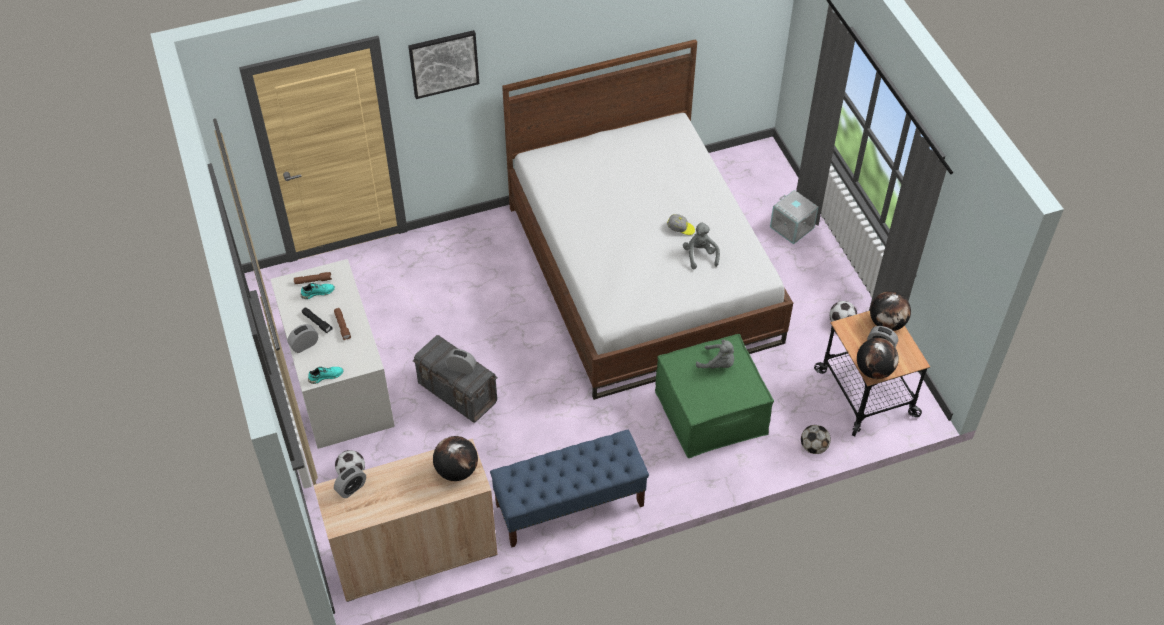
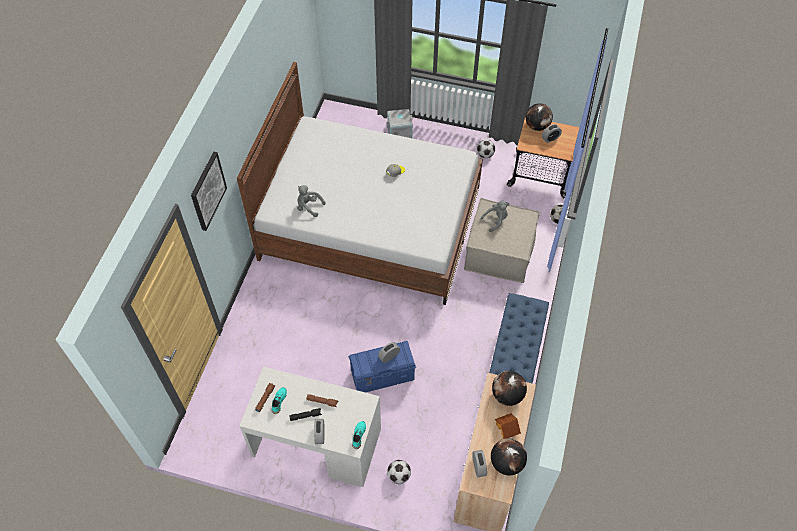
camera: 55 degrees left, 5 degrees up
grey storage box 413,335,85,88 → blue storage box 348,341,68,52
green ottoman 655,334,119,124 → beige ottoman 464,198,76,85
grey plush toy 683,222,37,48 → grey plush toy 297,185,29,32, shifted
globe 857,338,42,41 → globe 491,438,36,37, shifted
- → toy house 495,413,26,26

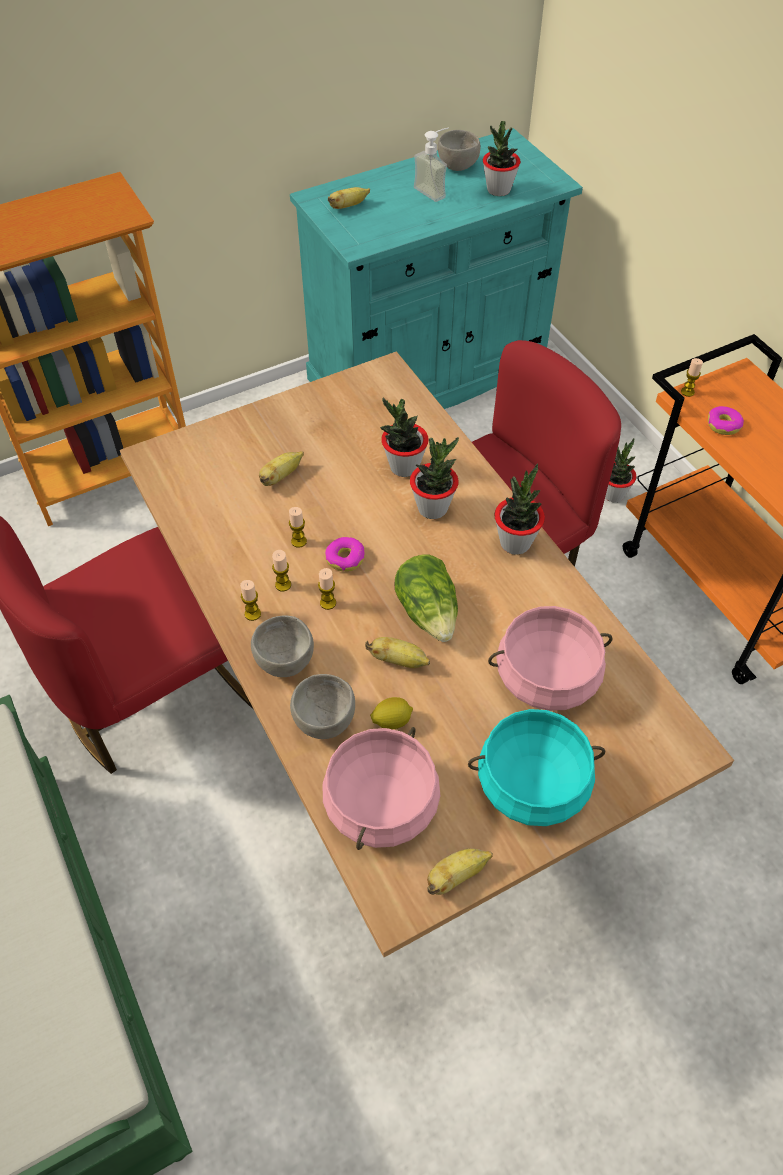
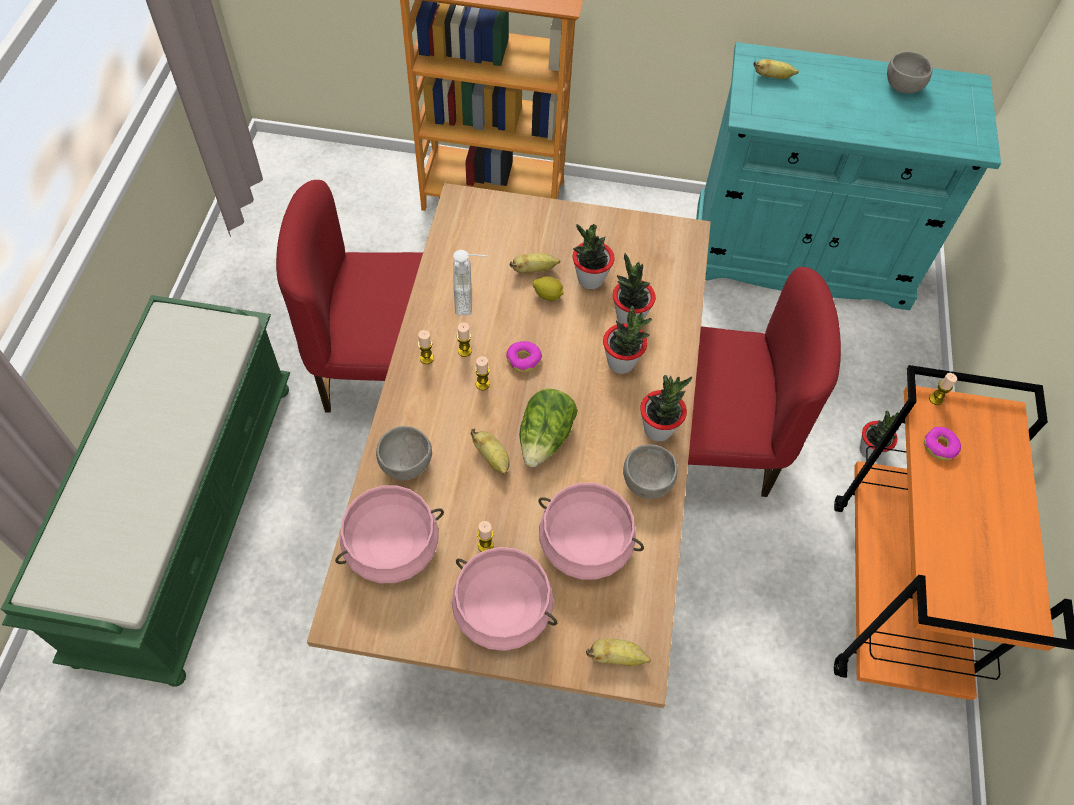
camera: 35 degrees right, 5 degrees up
grey bowl 251,616,63,61 → grey bowl 623,444,55,55, shifted
candle 289,507,18,41 → candle 477,521,16,31, shifted
lemon 370,697,43,32 → lemon 533,276,31,25, shifted
soap dispenser 414,128,35,74 → soap dispenser 453,250,34,65, shifted
banana 427,848,66,47 → banana 586,638,65,28, shifted
turquoise cooking pot 468,709,137,117 → pink cooking pot 452,547,105,104
potted plant 483,121,38,75 → potted plant 573,224,41,65, shifted

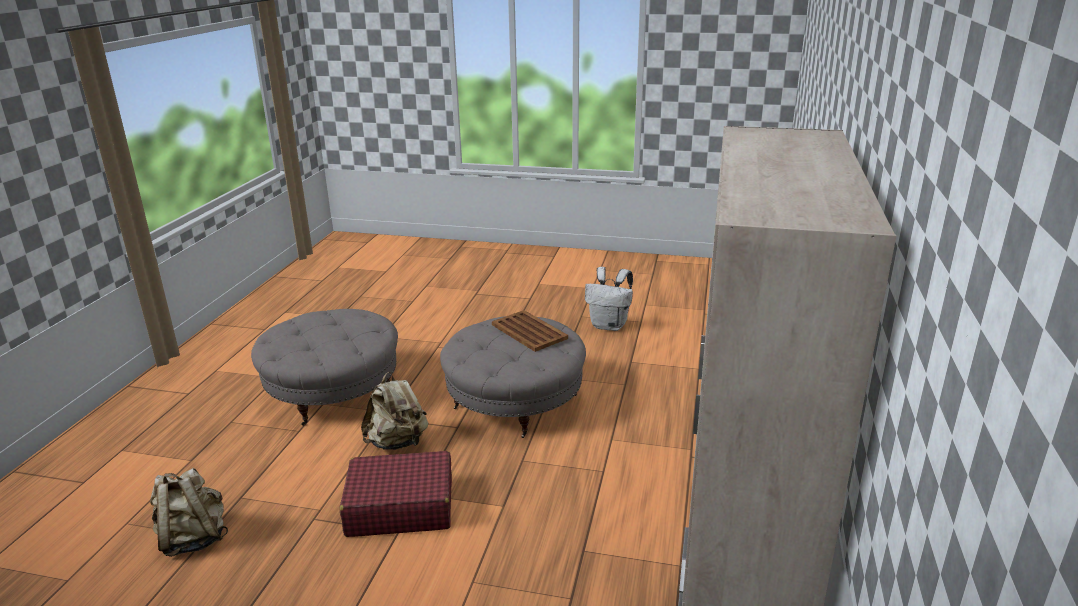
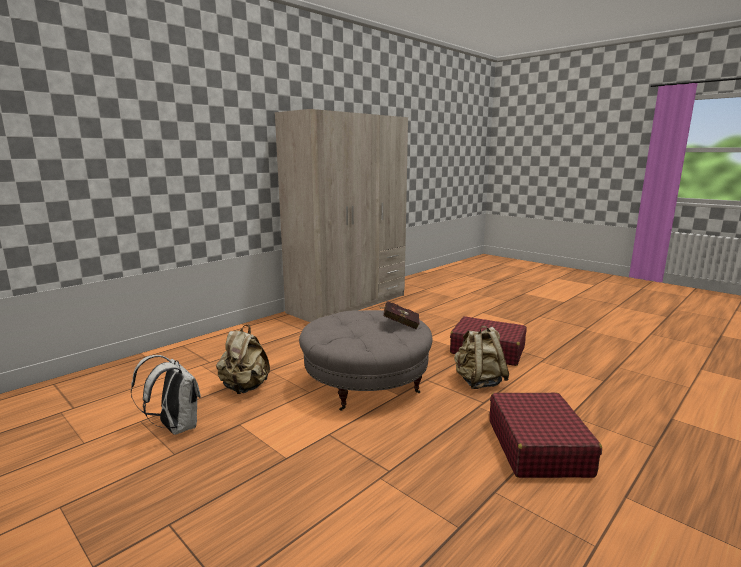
camera: 150 degrees left, 10 degrees down
beige backpack 150,468,78,89 → beige backpack 216,325,54,69, shifted
grey ottoman 251,309,147,117 → red suitcase 489,392,113,86
brown tray 492,310,76,42 → -
- → red book 379,301,41,29

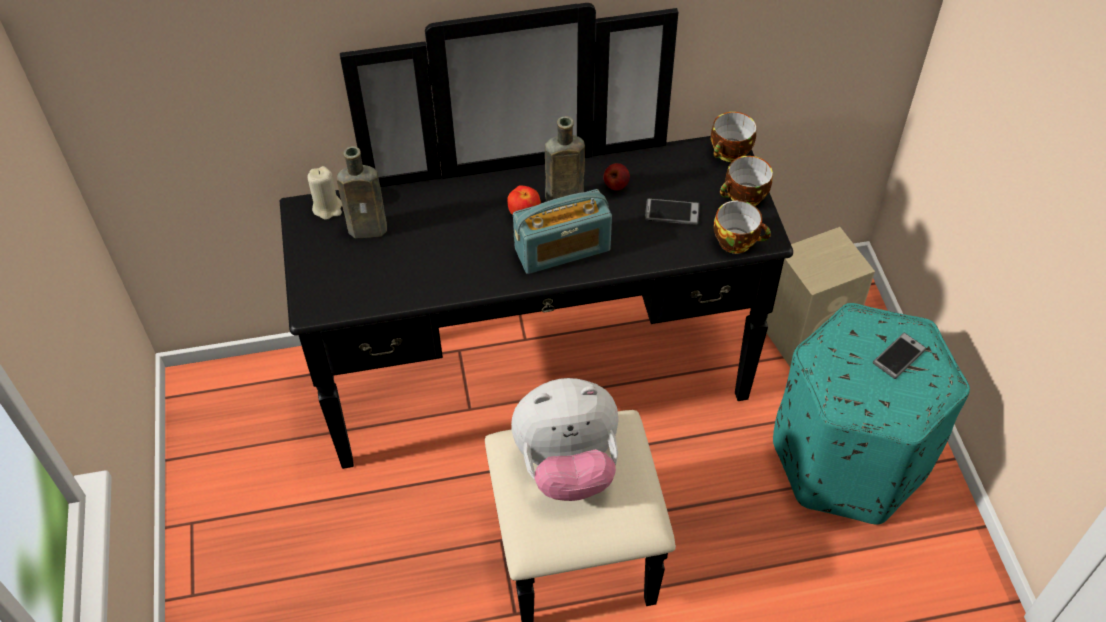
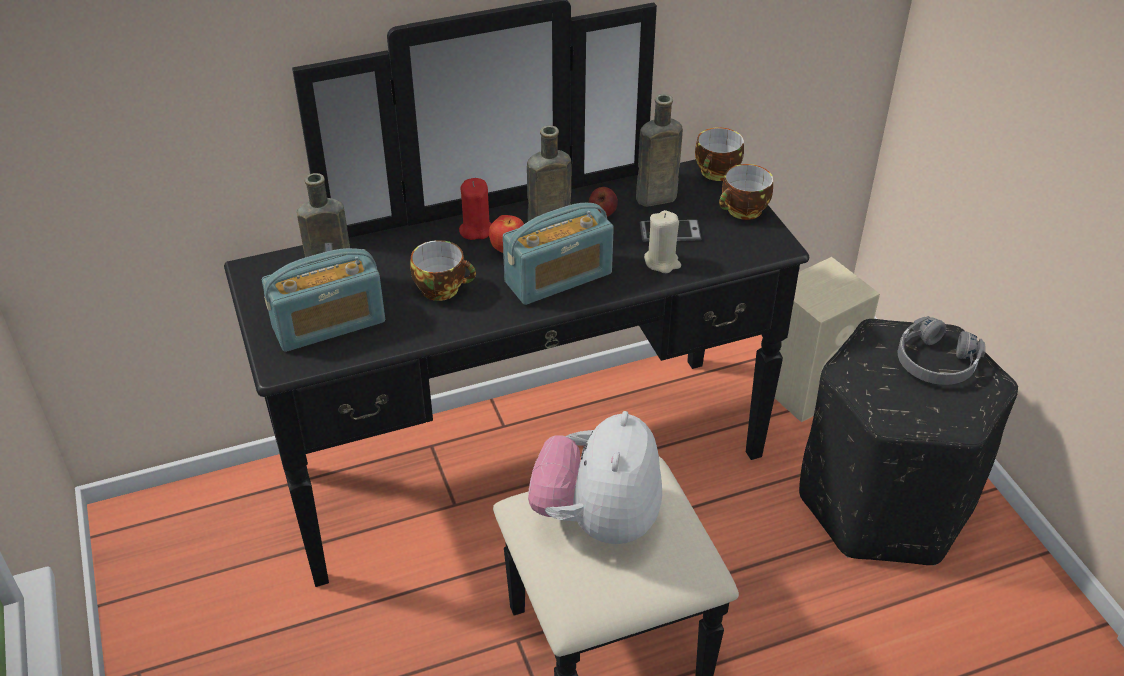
camera: 10 degrees left, 10 degrees down
beige candle 308,166,34,54 → beige candle 644,210,37,63, shifted
plush toy 511,378,108,123 → plush toy 528,411,134,133, 120 degrees clockwise
cup 714,200,57,54 → cup 410,240,66,61, shifted
turquoise ottoman 773,303,197,222 → black ottoman 799,319,219,247
phone 873,332,54,47 → grey headphones 898,316,88,69
- → radio 262,248,123,104
- → red candle 459,178,33,62
- → brown bottle 636,94,47,113

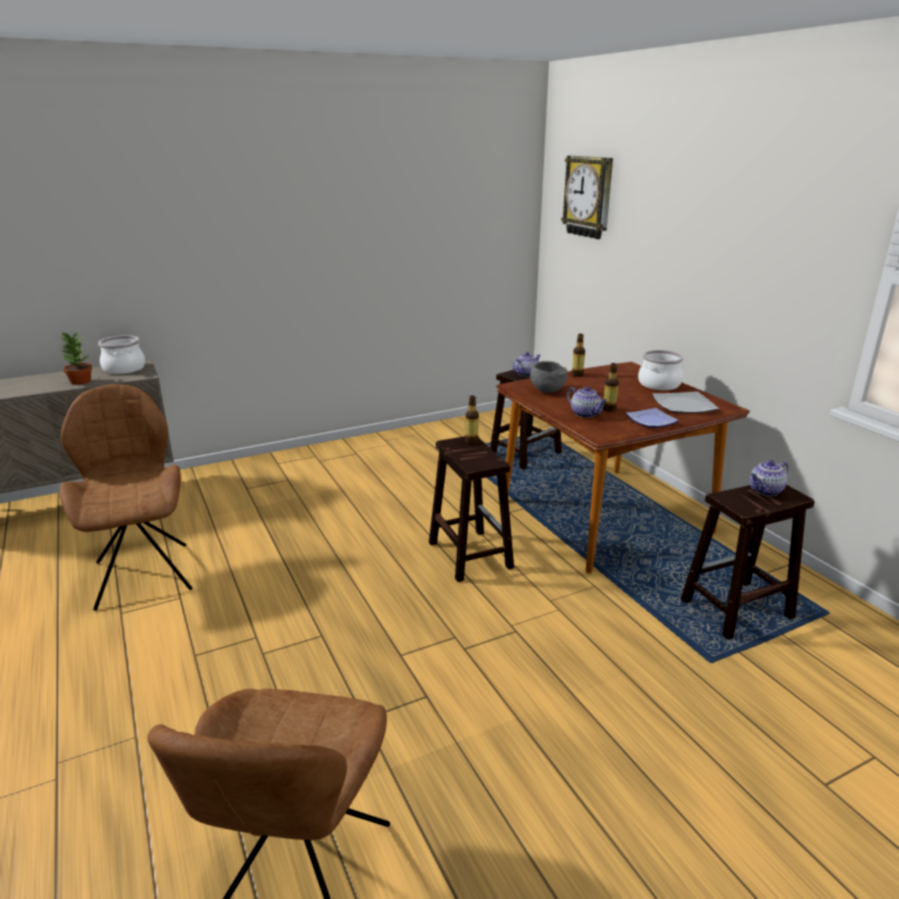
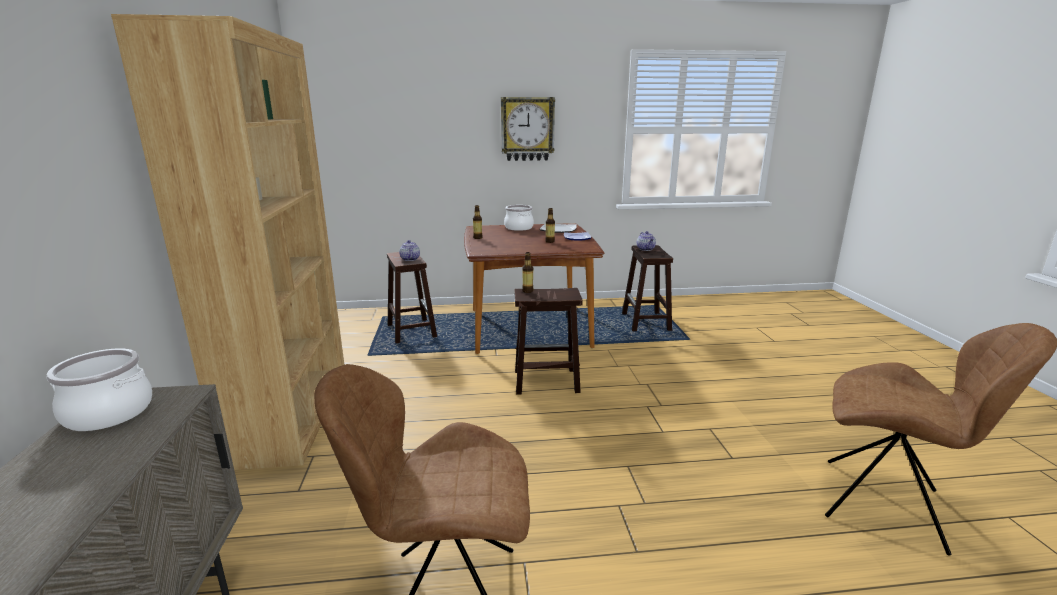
camera: 70 degrees left, 5 degrees down
potted plant 60,331,32,54 → -
grey bowl 530,361,37,32 → -
wall clock 561,156,52,83 → wall clock 501,97,54,64, shifted
teapot 567,387,41,31 → -
- → brown bookcase 111,14,233,456

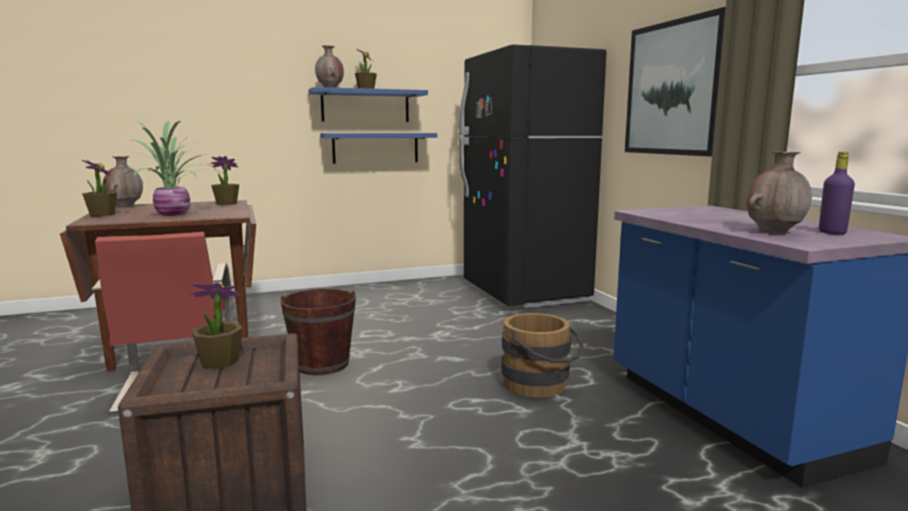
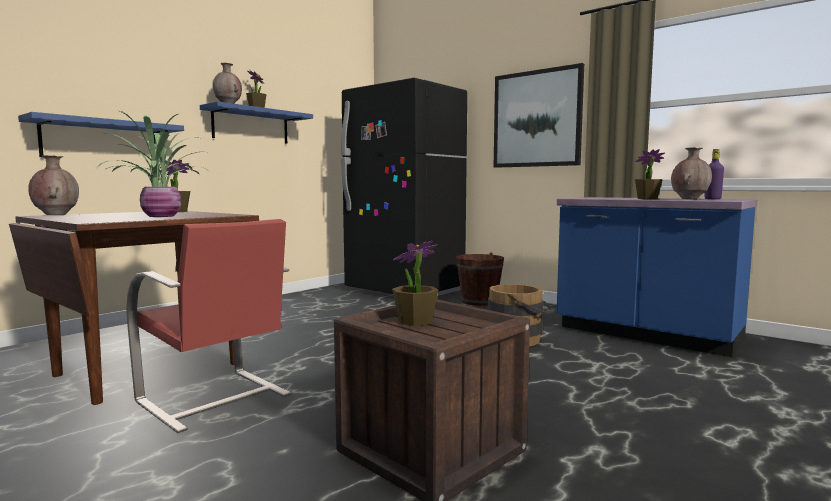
camera: 30 degrees left, 5 degrees down
potted plant 82,160,35,57 → potted plant 635,149,30,50, shifted
brown bucket 280,289,76,86 → brown bucket 456,252,48,54, shifted
blue shelf 320,133,117,31 → blue shelf 18,112,166,45, shifted

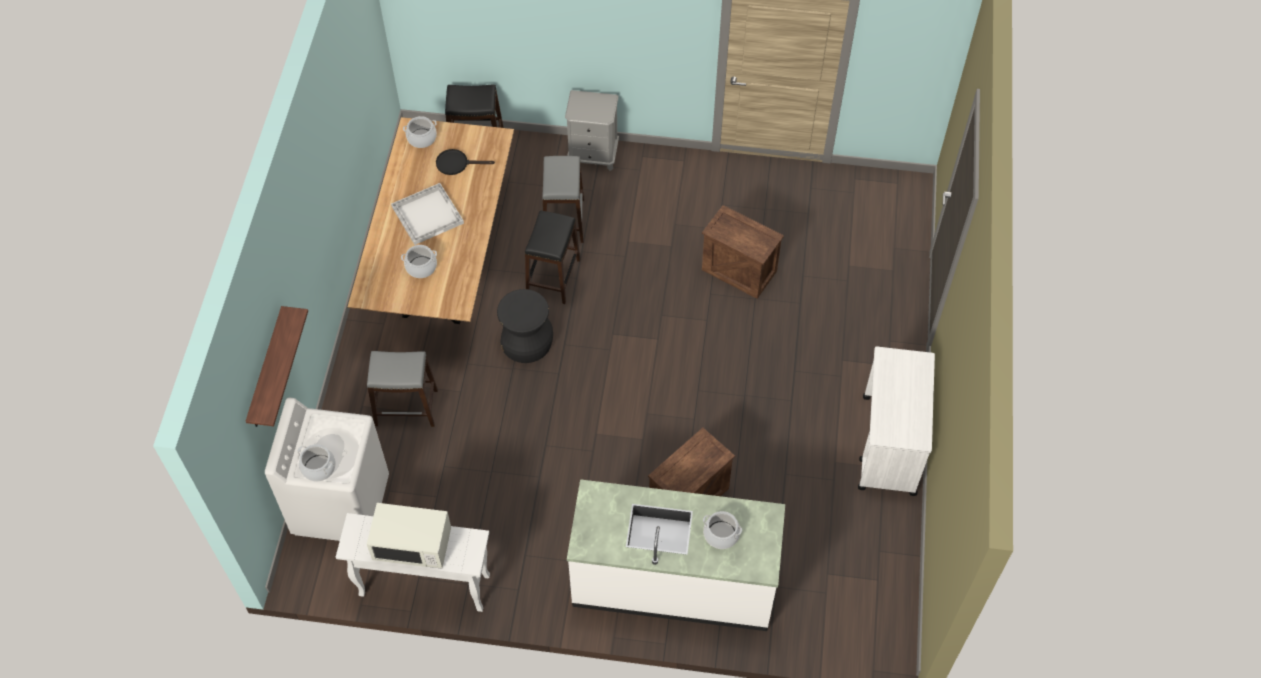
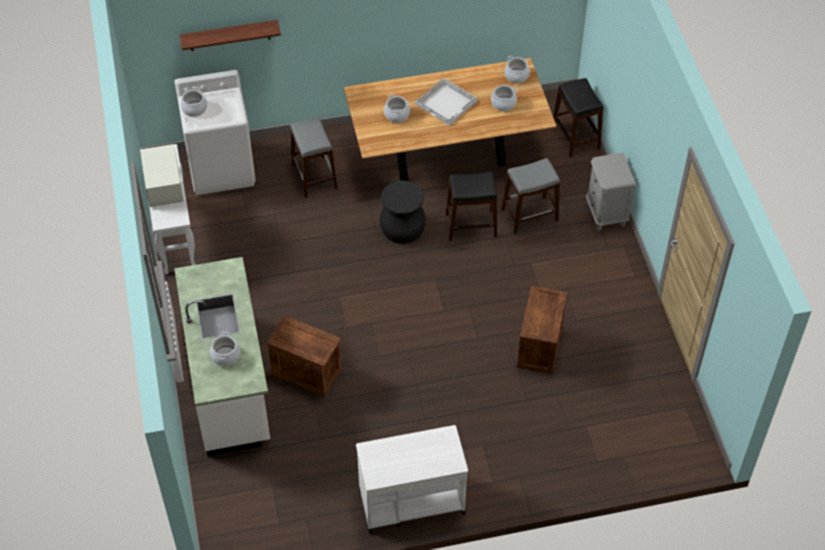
camera: 70 degrees right, 5 degrees down
black frying pan 436,149,59,26 → cooking pot 491,85,27,26

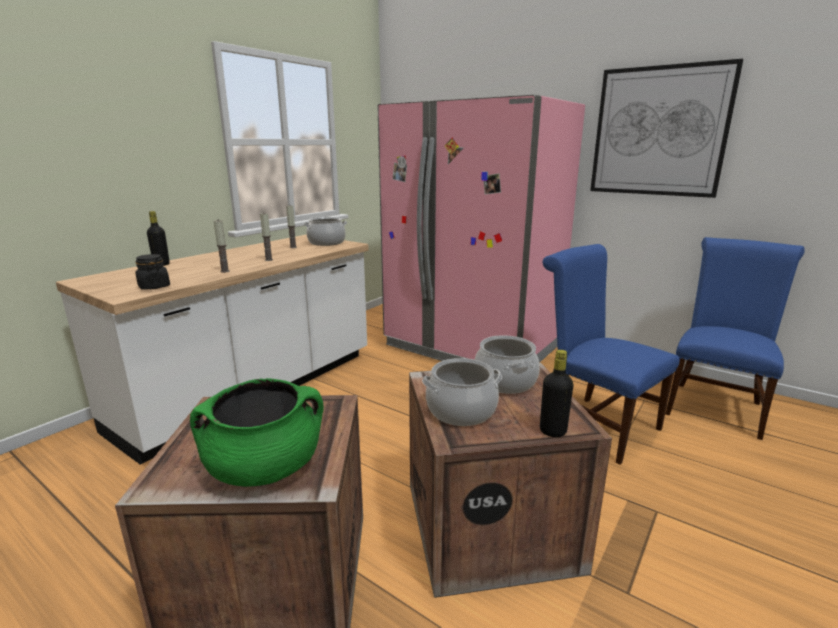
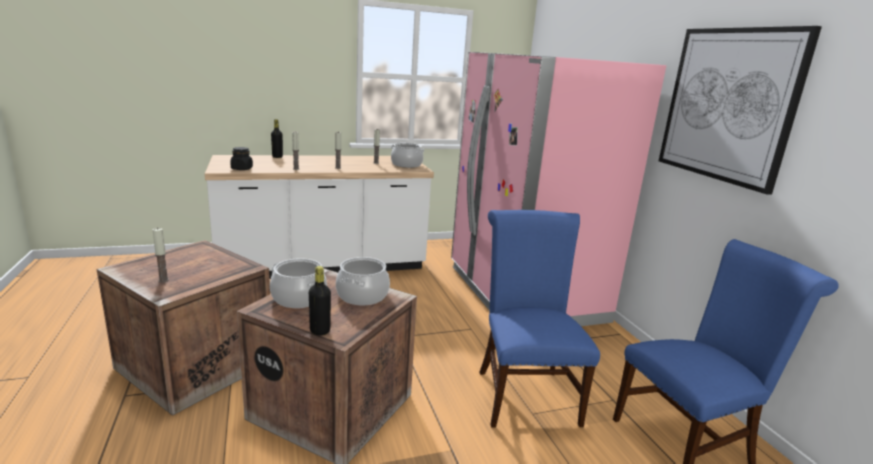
camera: 35 degrees right, 0 degrees up
green cooking pot 190,378,134,109 → candle 152,228,17,55

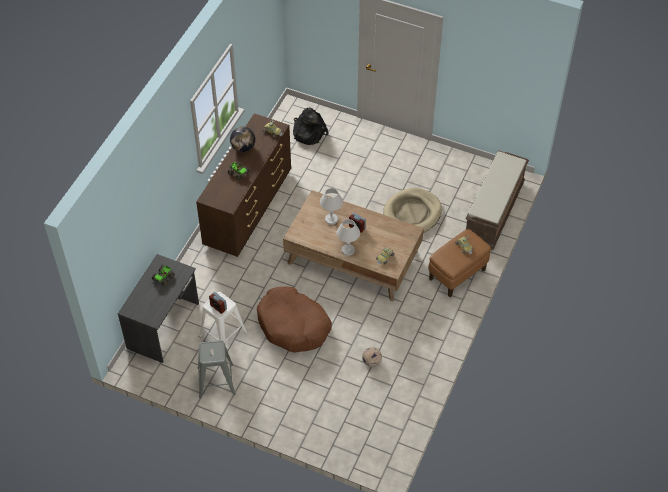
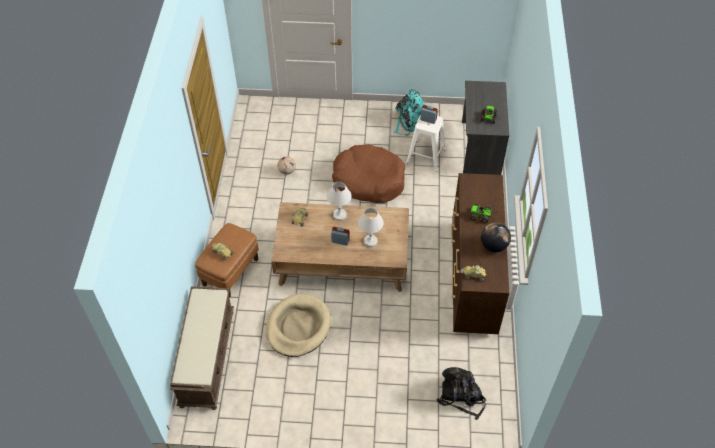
camera: 160 degrees right, 0 degrees up
grey stool 198,340,38,58 → turquoise backpack 393,89,32,47

